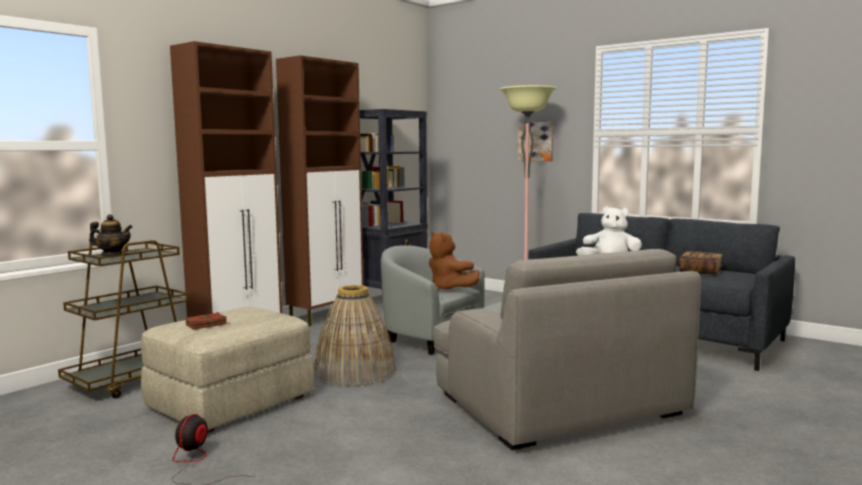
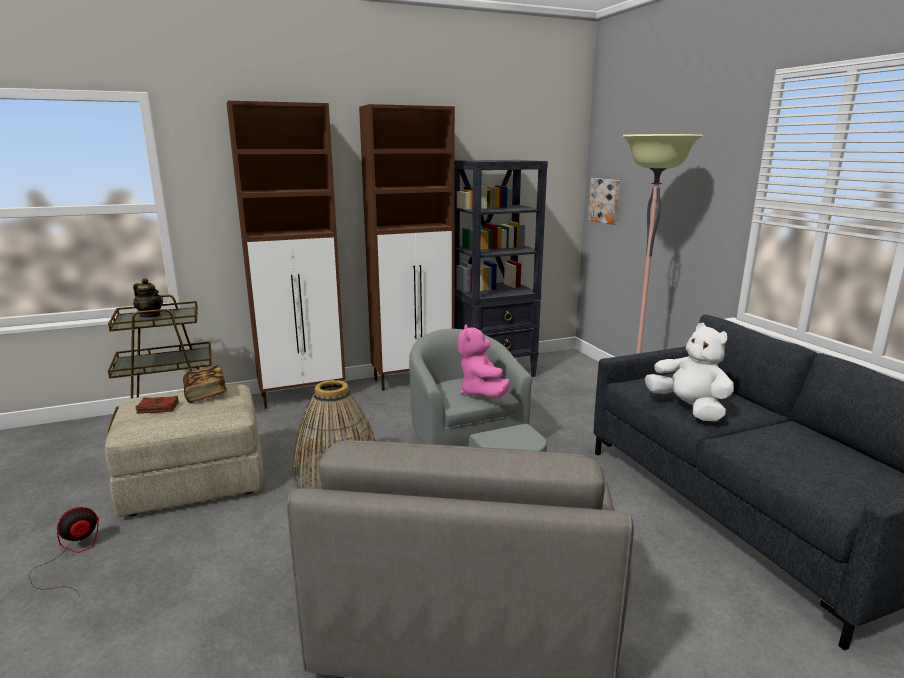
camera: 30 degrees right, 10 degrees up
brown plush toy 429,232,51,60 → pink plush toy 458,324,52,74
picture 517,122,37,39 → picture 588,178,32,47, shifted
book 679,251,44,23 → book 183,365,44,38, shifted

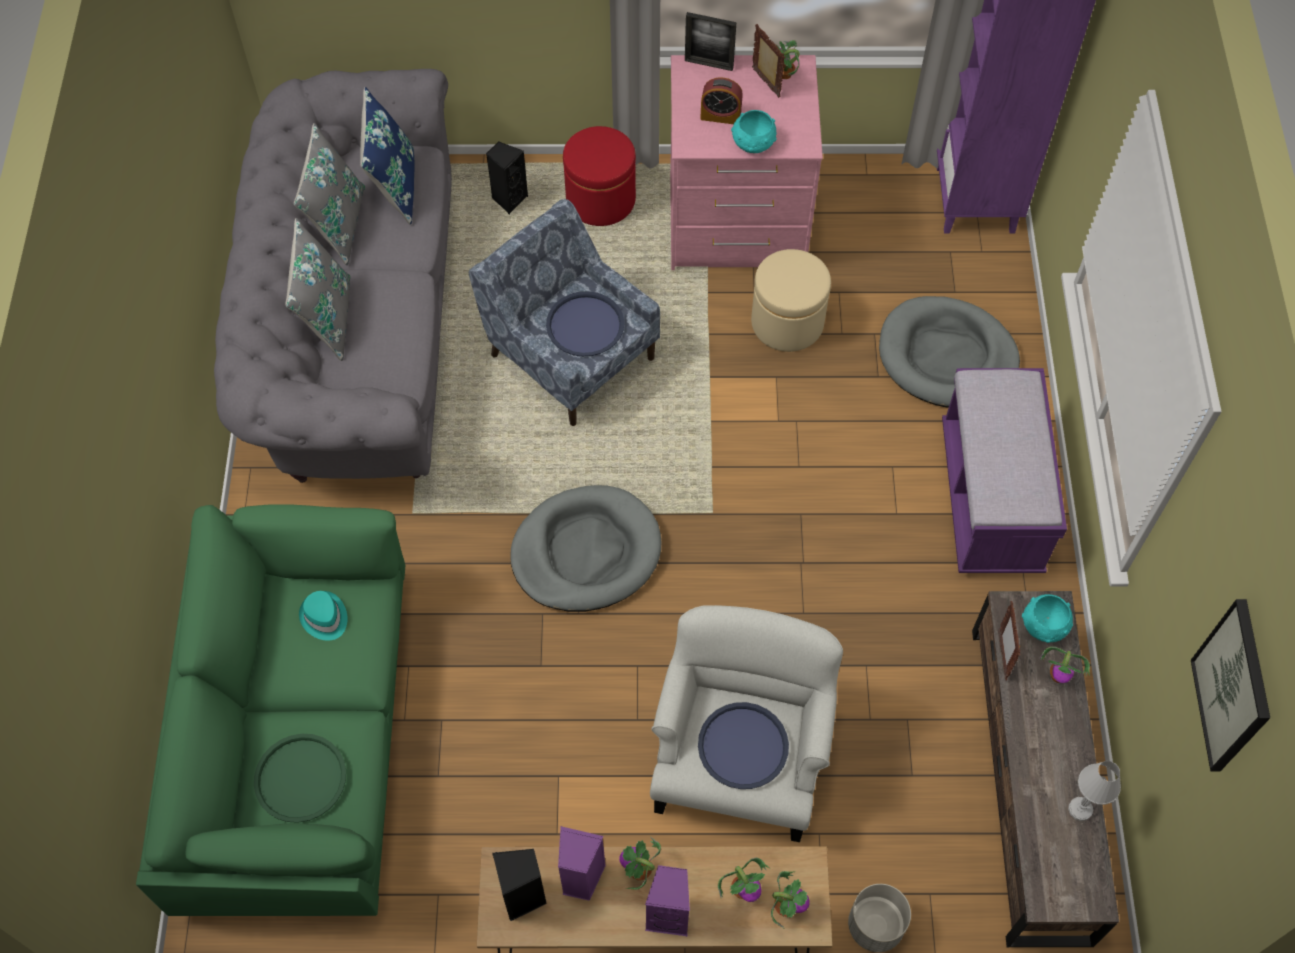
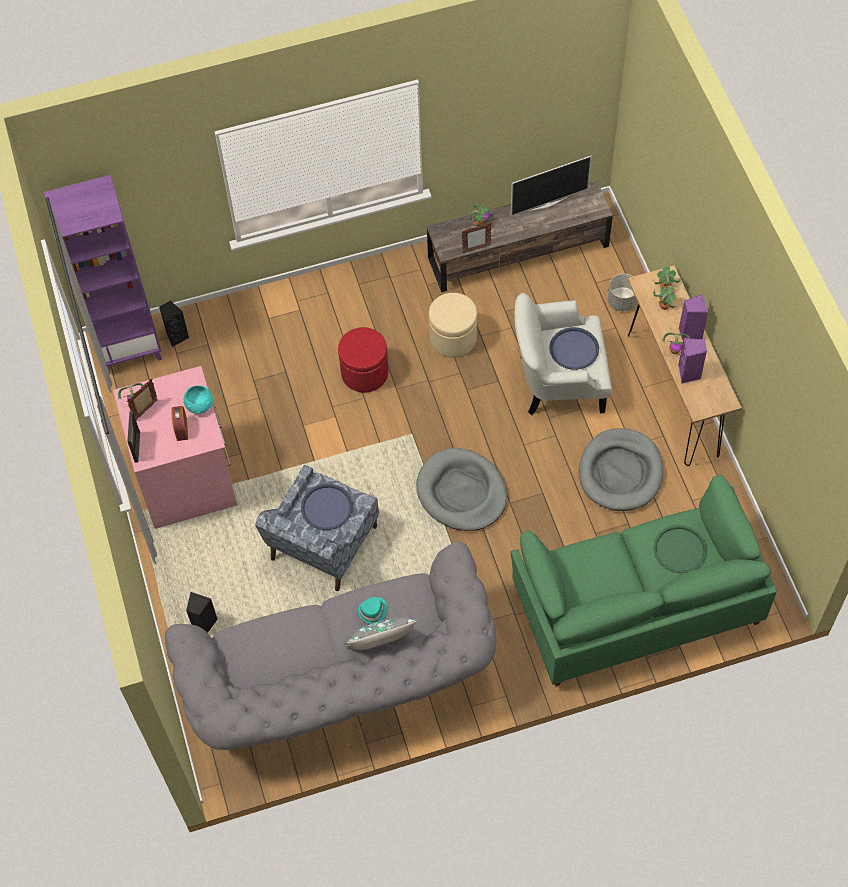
camera: 105 degrees left, 0 degrees up
grey pillow 294,123,71,142 → -
turquoise hat 299,591,49,50 → turquoise hat 357,597,30,27, shifted
blue pillow 360,87,54,137 → -
black speaker 492,849,55,72 → black speaker 159,301,31,46, shifted
red ottoman 563,126,73,100 → red ottoman 338,327,51,66, shifted
beige ottoman 751,249,80,103 → beige ottoman 429,293,48,65, shifted
grey dog bed 879,296,141,112 → grey dog bed 579,428,85,83, shifted
purple bench 942,368,125,205 → -
turquoise bowl 1022,594,51,49 → -
white table lamp 1068,761,53,60 → television 511,156,81,60
picture 1191,599,79,173 → -

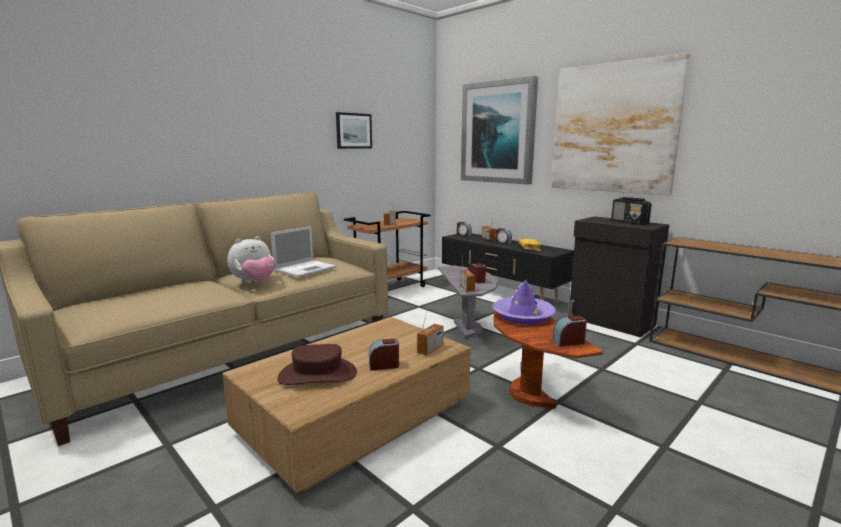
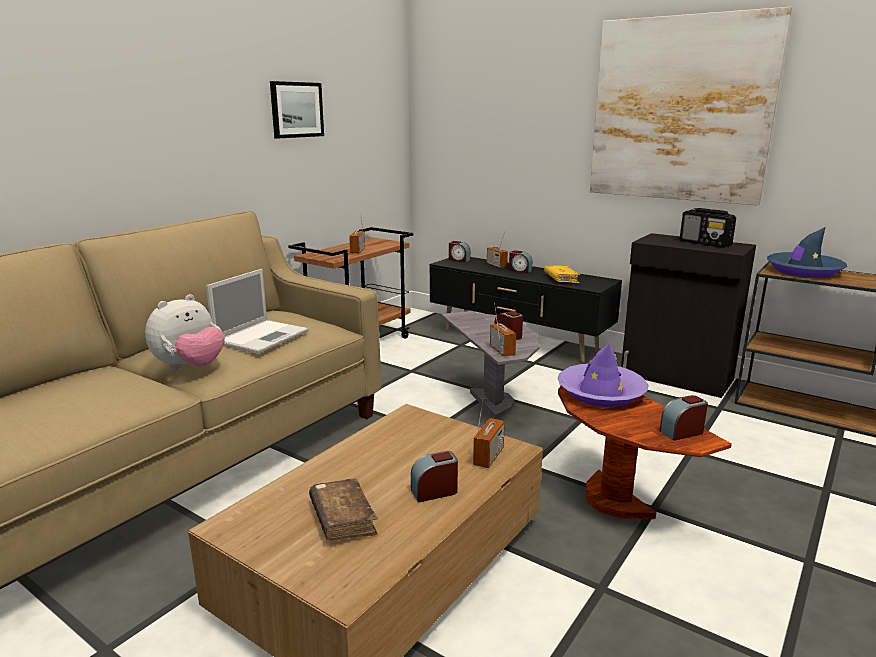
camera: 10 degrees left, 5 degrees up
brown hat 277,344,80,41 → brown book 309,478,69,63
picture 461,76,77,109 → -
- → blue hat 767,227,80,51

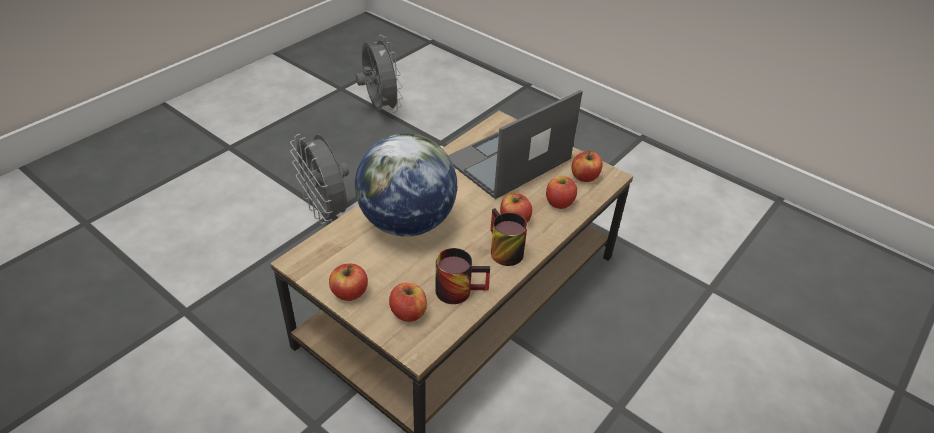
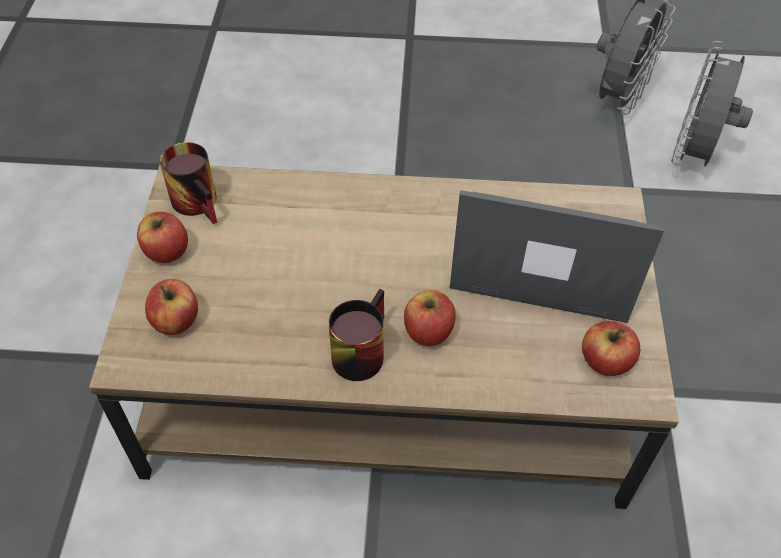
camera: 55 degrees right, 10 degrees up
grey fan 290,134,59,90 → grey fan 671,41,82,126, shifted
globe 355,133,102,104 → -
mug 435,248,55,56 → mug 160,142,57,82, shifted
apple 546,176,31,33 → -

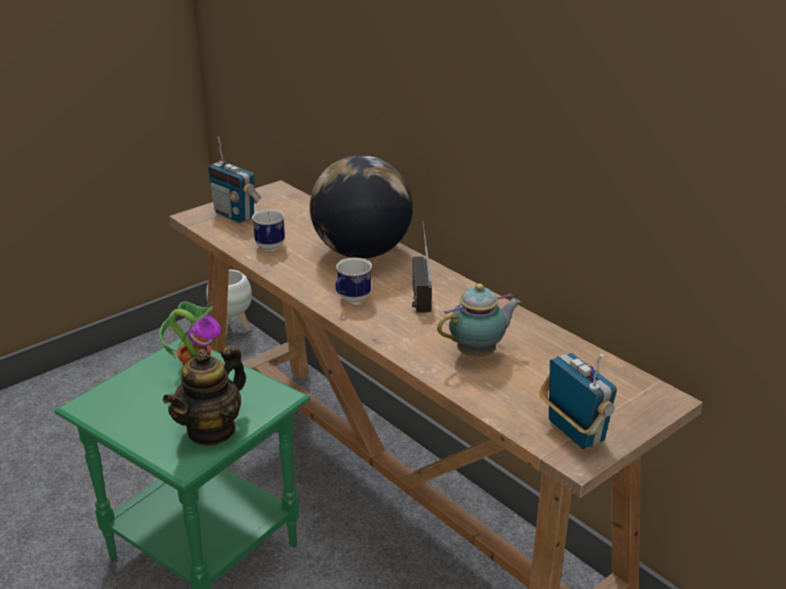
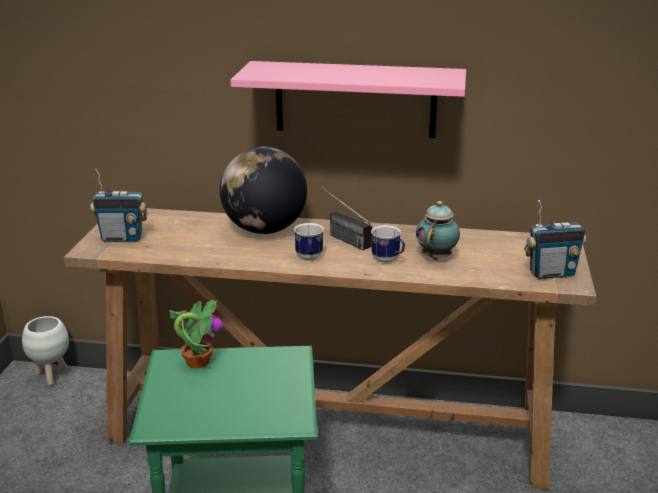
camera: 40 degrees left, 5 degrees down
teapot 163,345,83,101 → -
mug 252,209,33,41 → mug 371,225,34,38, shifted
radio 539,353,78,96 → radio 524,200,62,79, 150 degrees clockwise
- → pink shelf 231,61,235,77

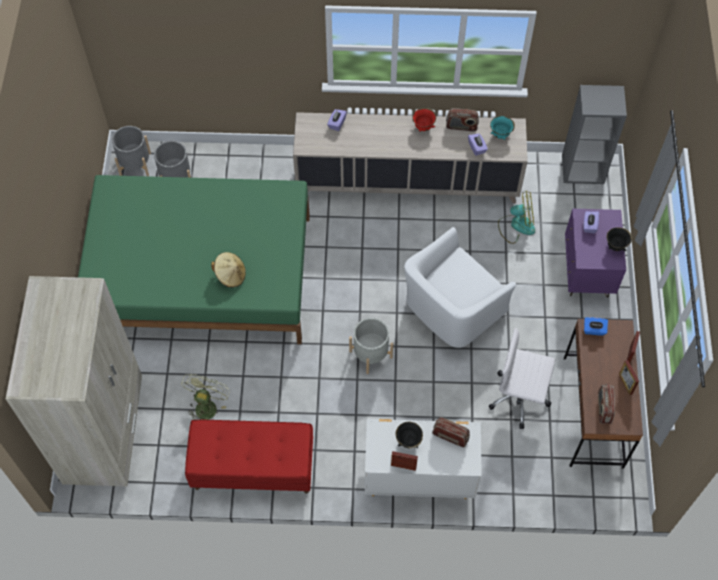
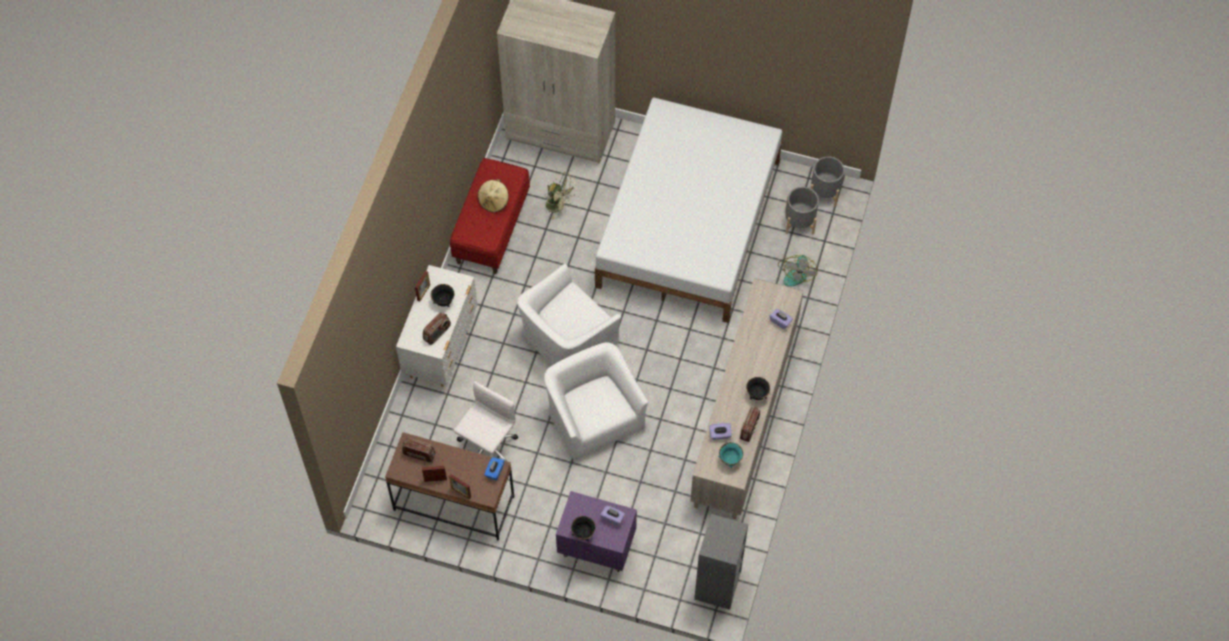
camera: 105 degrees right, 0 degrees up
green bed 78,175,232,169 → white bed 595,98,187,225
beige hat 211,252,35,36 → beige hat 478,179,31,33, shifted
grey planter 349,318,44,56 → white armchair 517,264,104,101
red bowl 412,108,24,24 → black bowl 746,377,24,23
fan 498,191,37,53 → fan 778,255,40,32, shifted

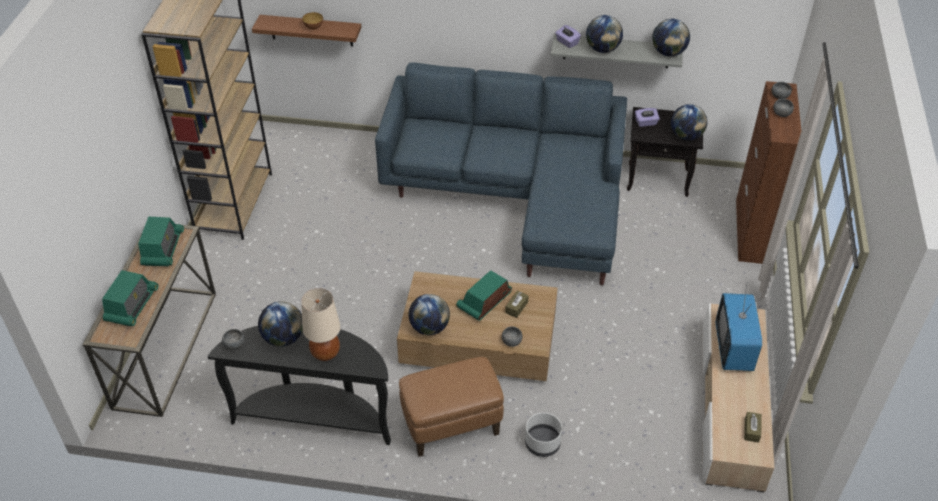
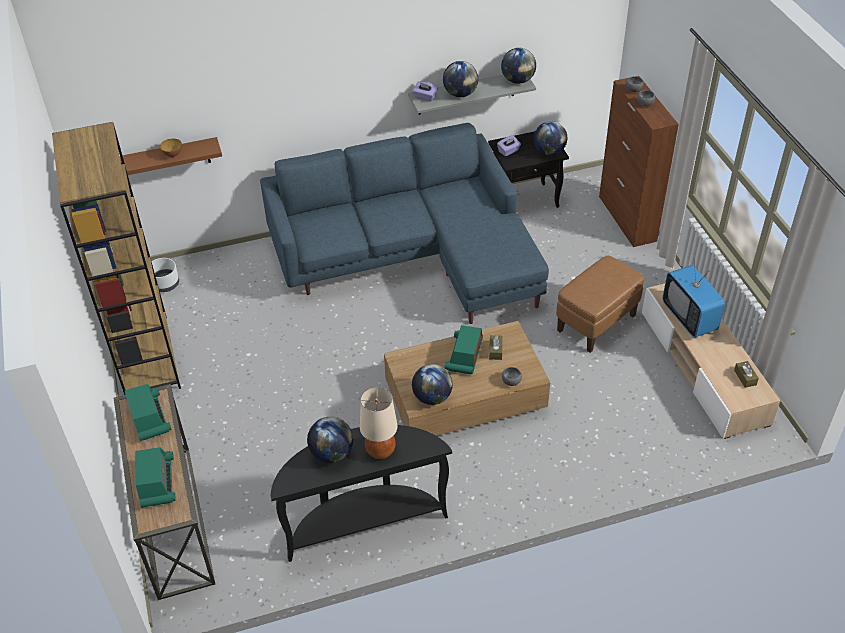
camera: 25 degrees left, 0 degrees up
grey bowl 222,329,23,21 → -
brown ottoman 399,357,105,100 → brown ottoman 556,256,88,97, shifted
white planter 525,413,37,44 → white planter 152,258,27,34, shifted

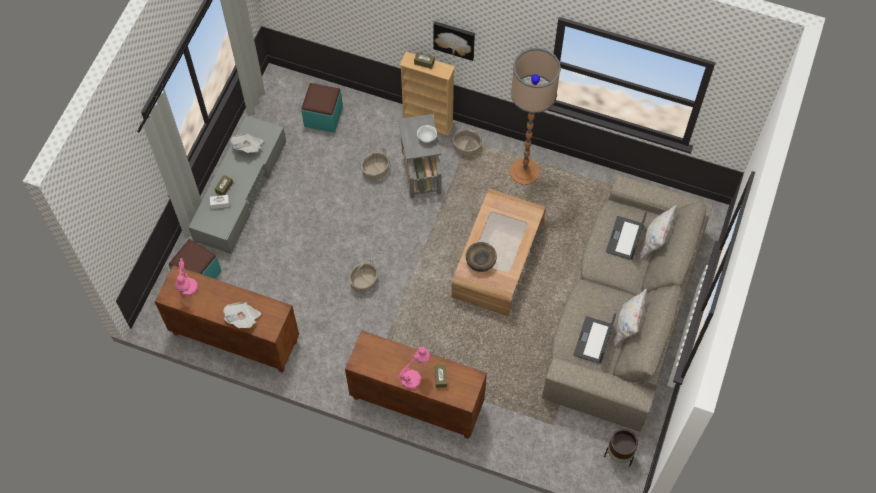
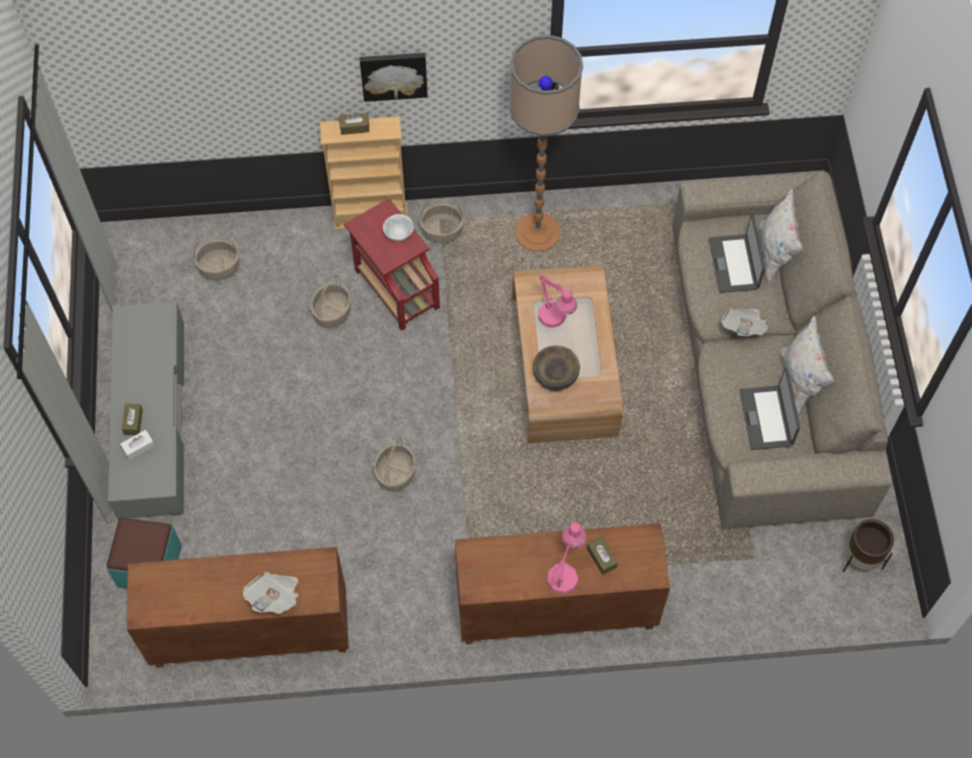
camera: 25 degrees left, 0 degrees up
pink table lamp 175,258,23,38 → pink table lamp 538,274,39,54, shifted
newspaper 231,133,33,20 → newspaper 721,308,48,28, shifted
turquoise ottoman 301,83,42,50 → basket 194,236,45,44
grey side table 398,114,43,84 → red side table 344,198,96,133

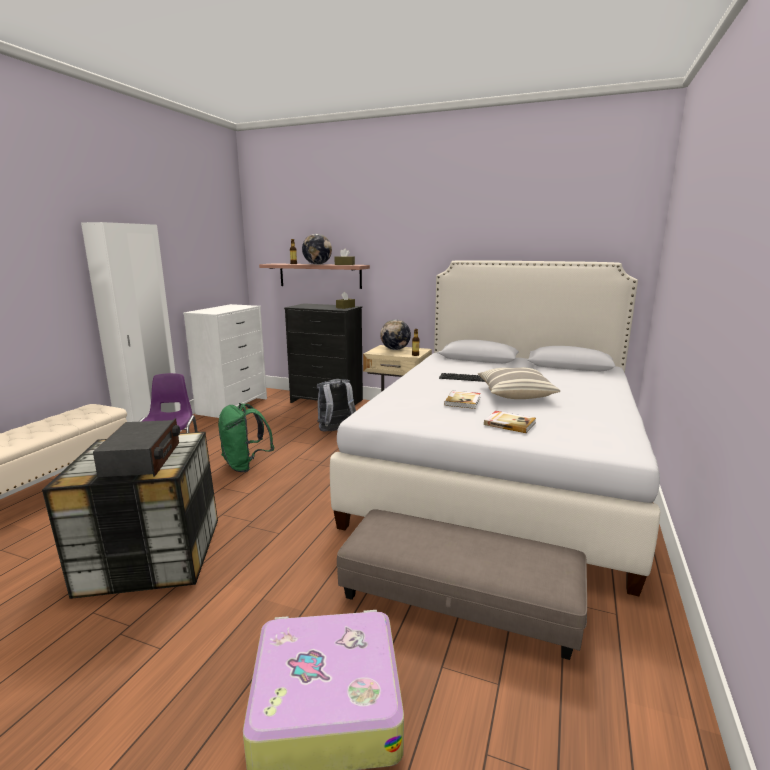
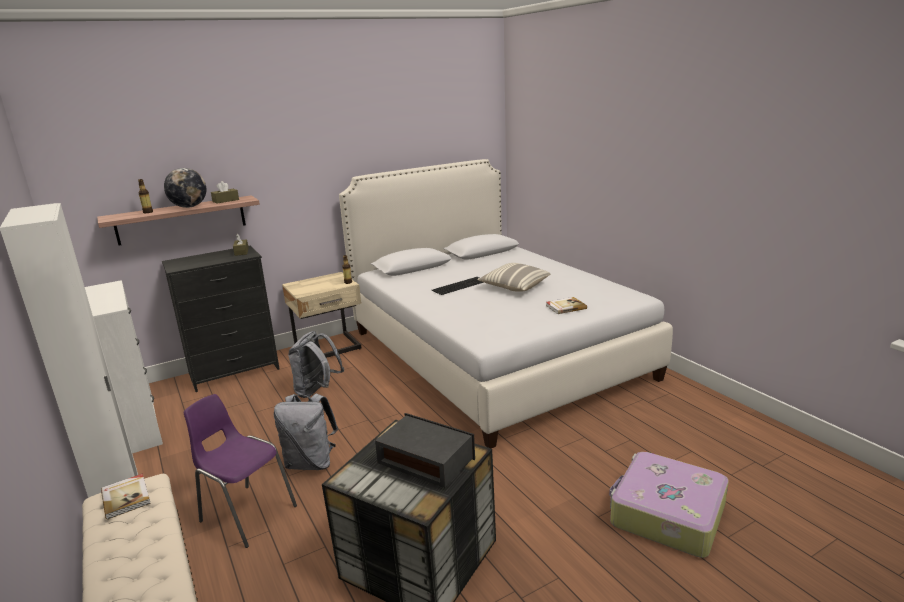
camera: 50 degrees left, 5 degrees up
green backpack 218,403,56,69 → grey backpack 274,394,64,76
grey ottoman 337,509,250,151 → -
globe 380,319,31,31 → -
book 444,391,36,18 → book 101,473,50,46, shifted

